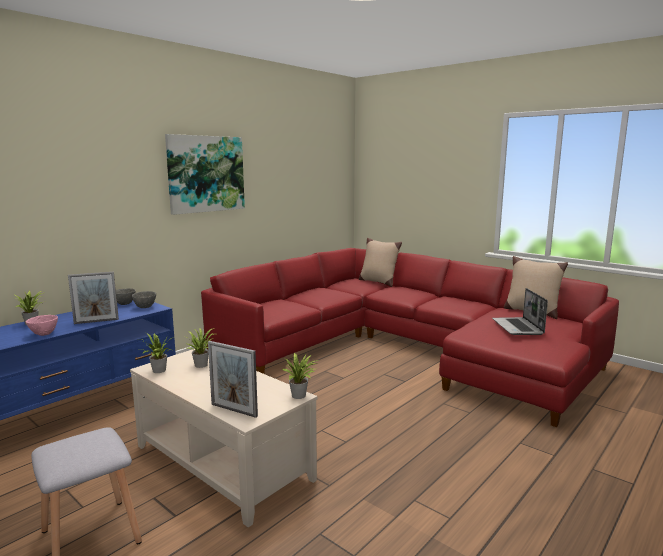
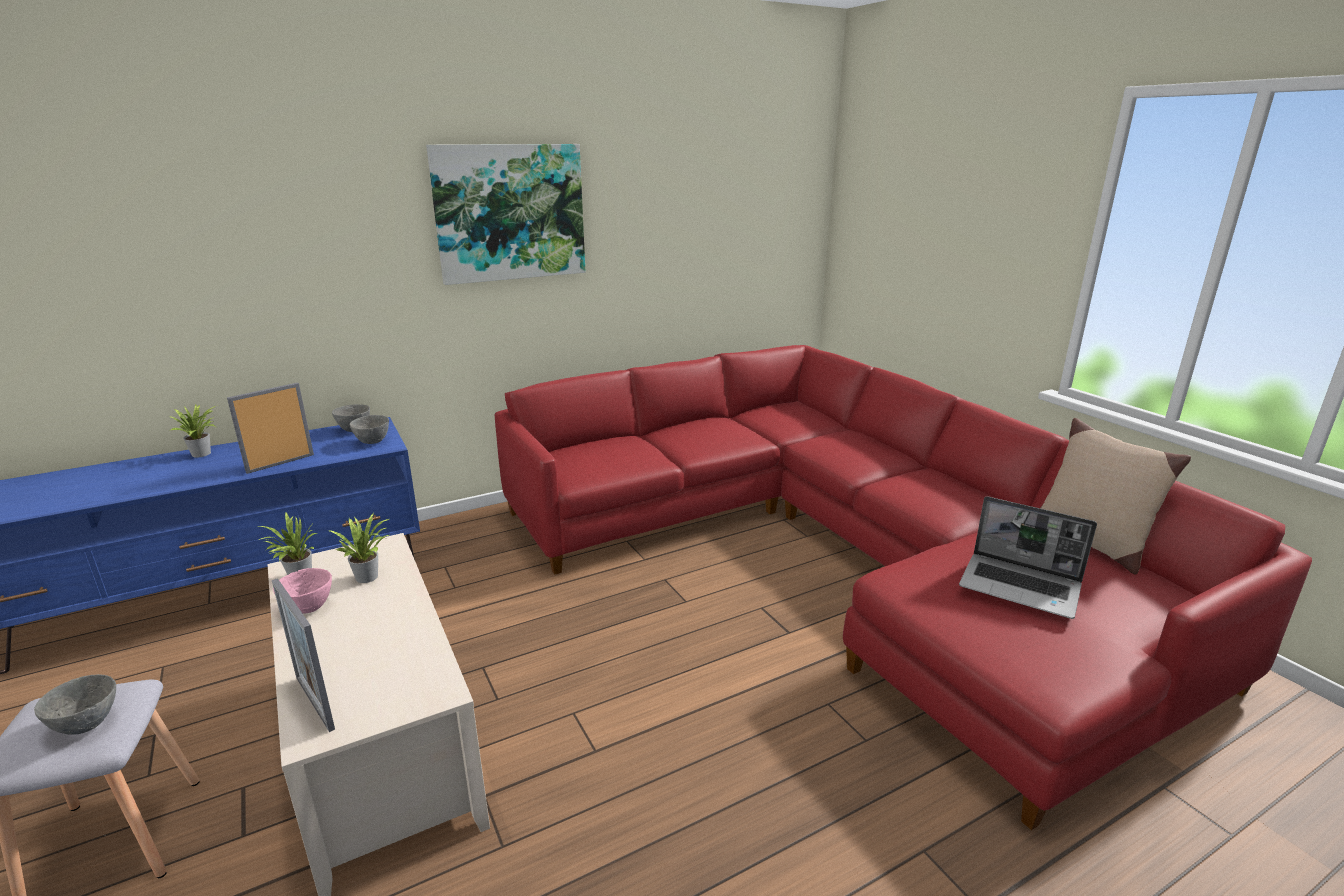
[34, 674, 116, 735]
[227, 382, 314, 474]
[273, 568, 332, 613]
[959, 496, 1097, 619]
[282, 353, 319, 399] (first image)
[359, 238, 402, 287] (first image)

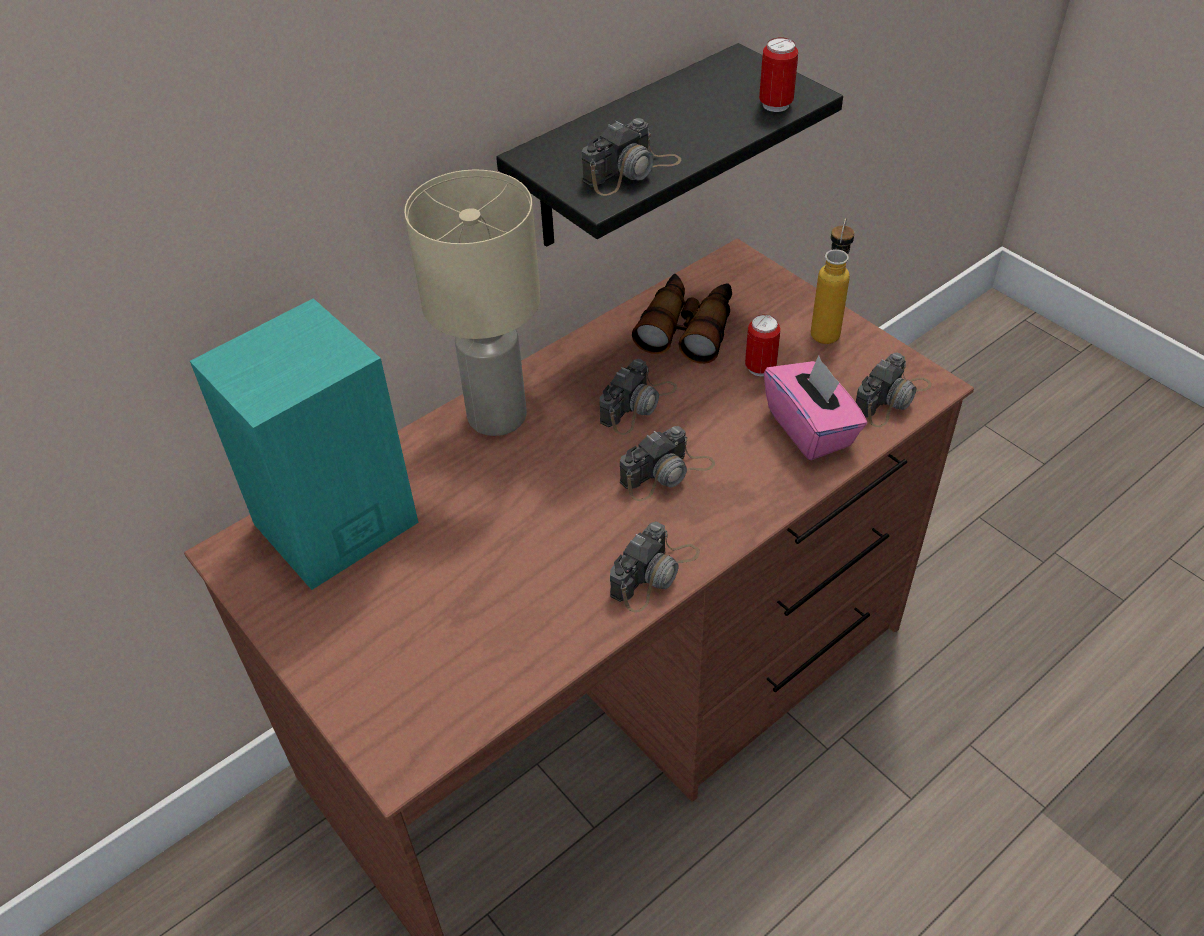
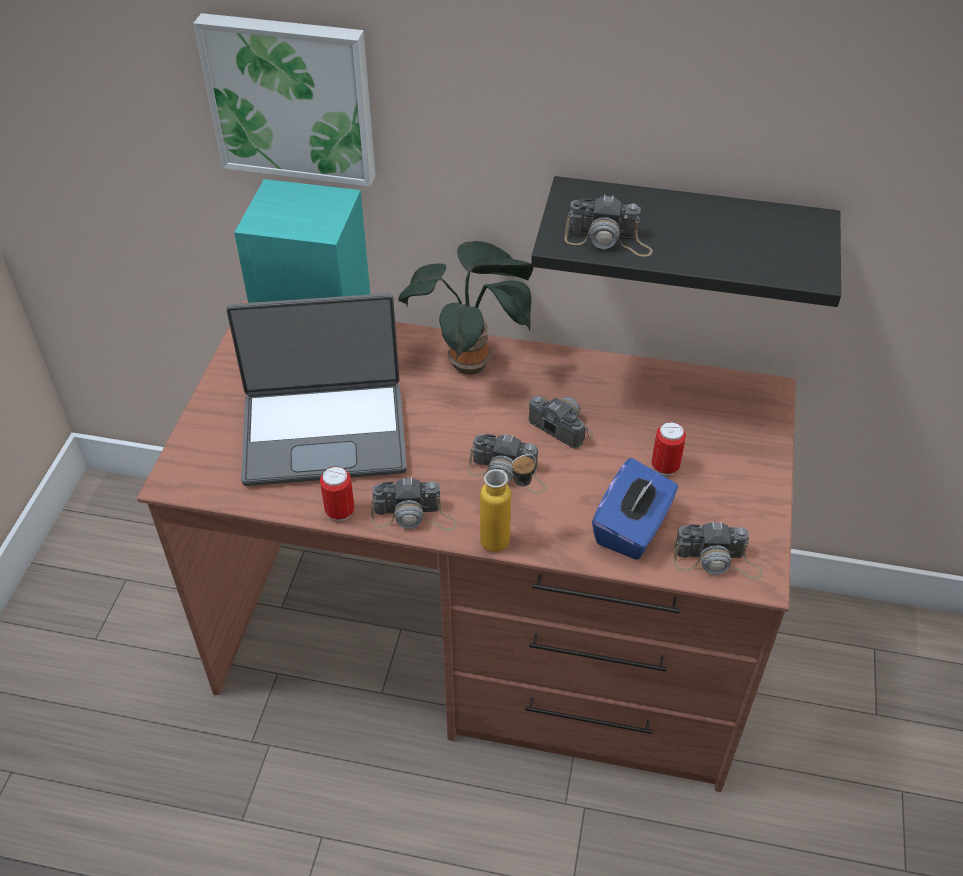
[193, 13, 375, 187]
[226, 293, 407, 486]
[320, 466, 355, 521]
[398, 241, 533, 375]
[480, 454, 536, 552]
[528, 396, 593, 449]
[592, 458, 678, 560]
[632, 274, 732, 364] (first image)

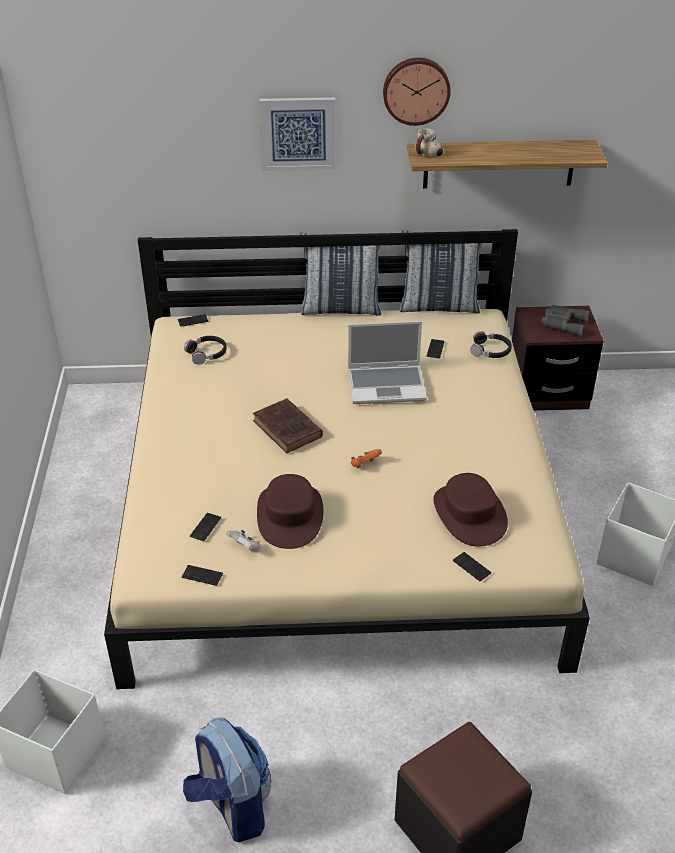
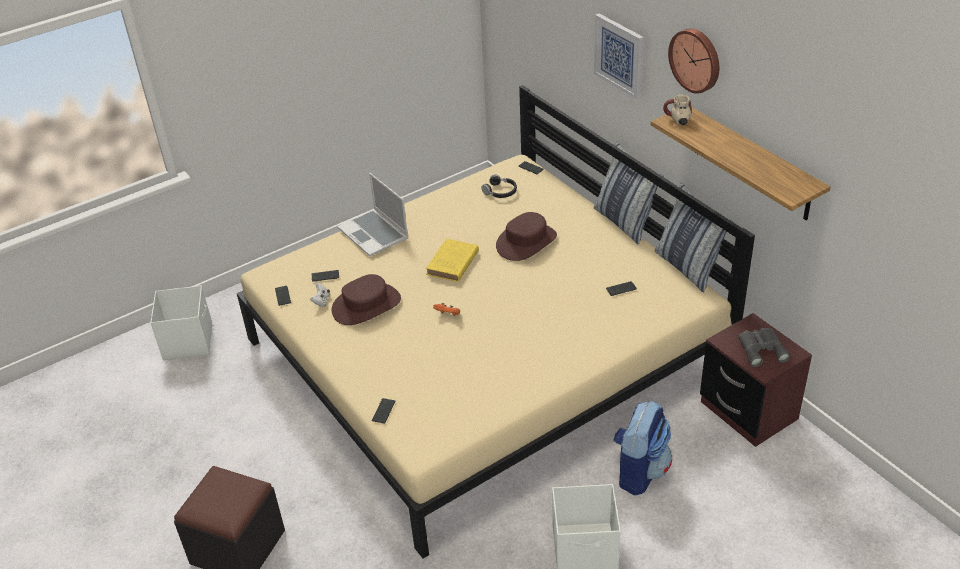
[337, 173, 409, 256]
[426, 239, 479, 282]
[496, 212, 557, 261]
[613, 400, 672, 495]
[470, 331, 512, 358] (first image)

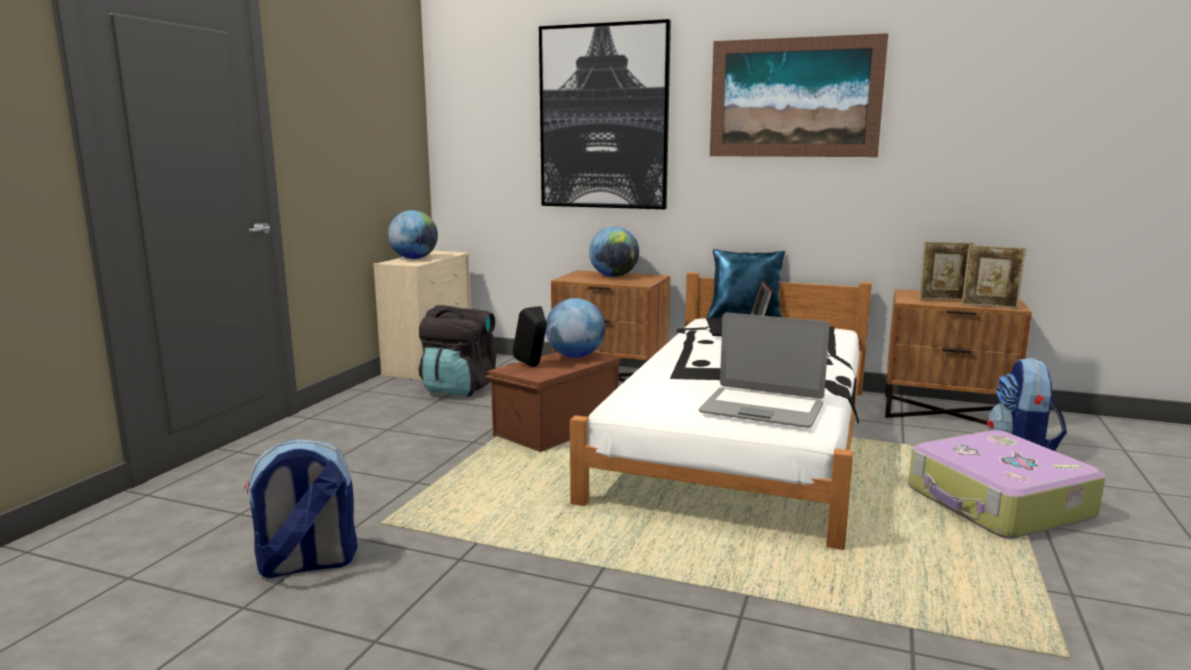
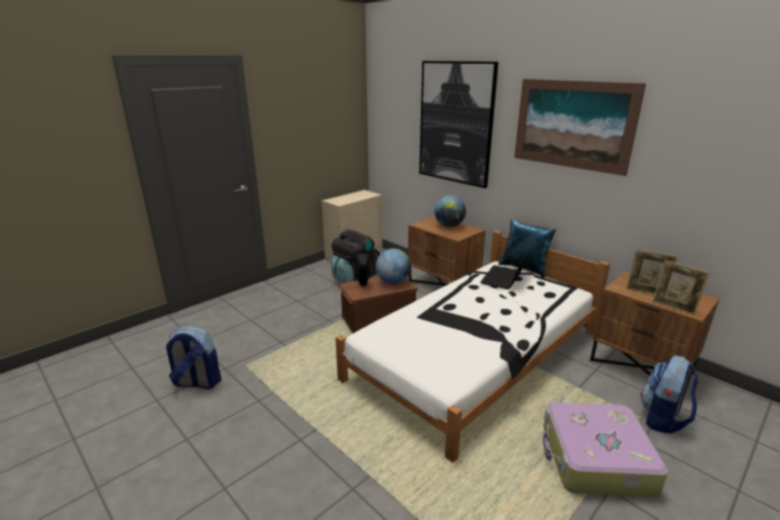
[388, 210, 438, 259] (first image)
[699, 313, 830, 428] (first image)

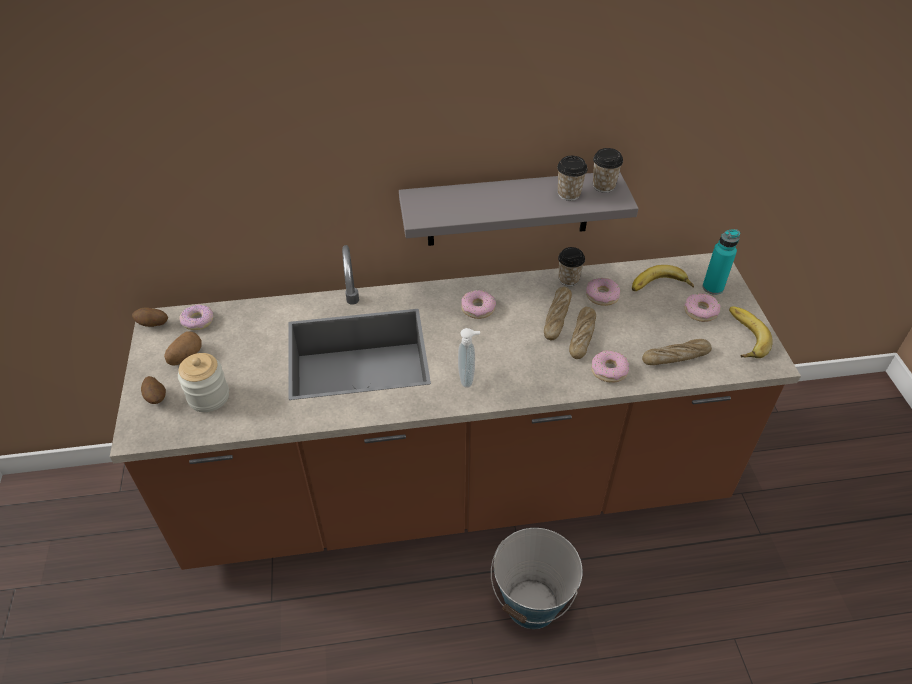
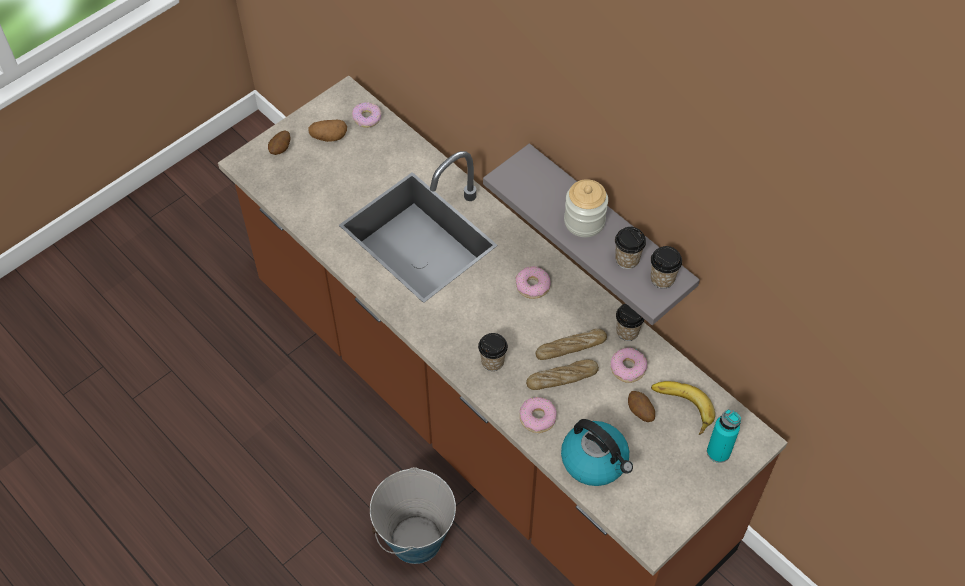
[478, 333, 508, 371]
[561, 419, 633, 486]
[564, 179, 608, 237]
[628, 391, 655, 422]
[458, 328, 480, 388] (first image)
[685, 293, 720, 322] (first image)
[729, 306, 773, 358] (first image)

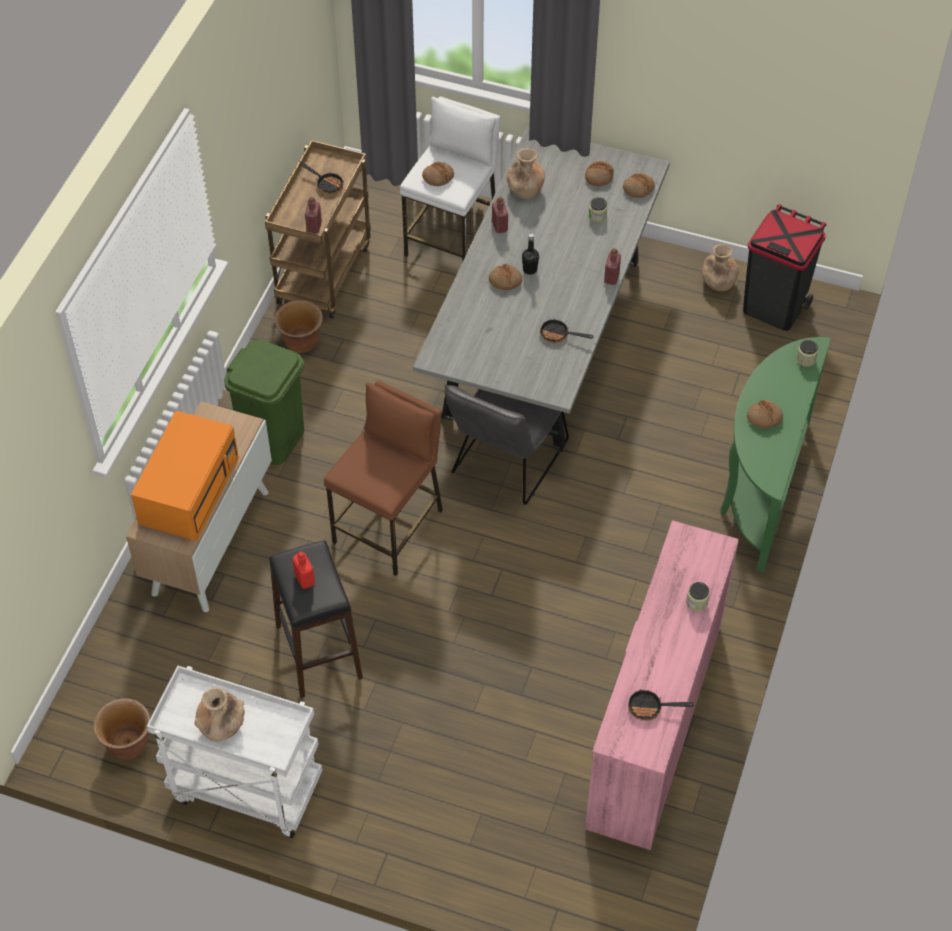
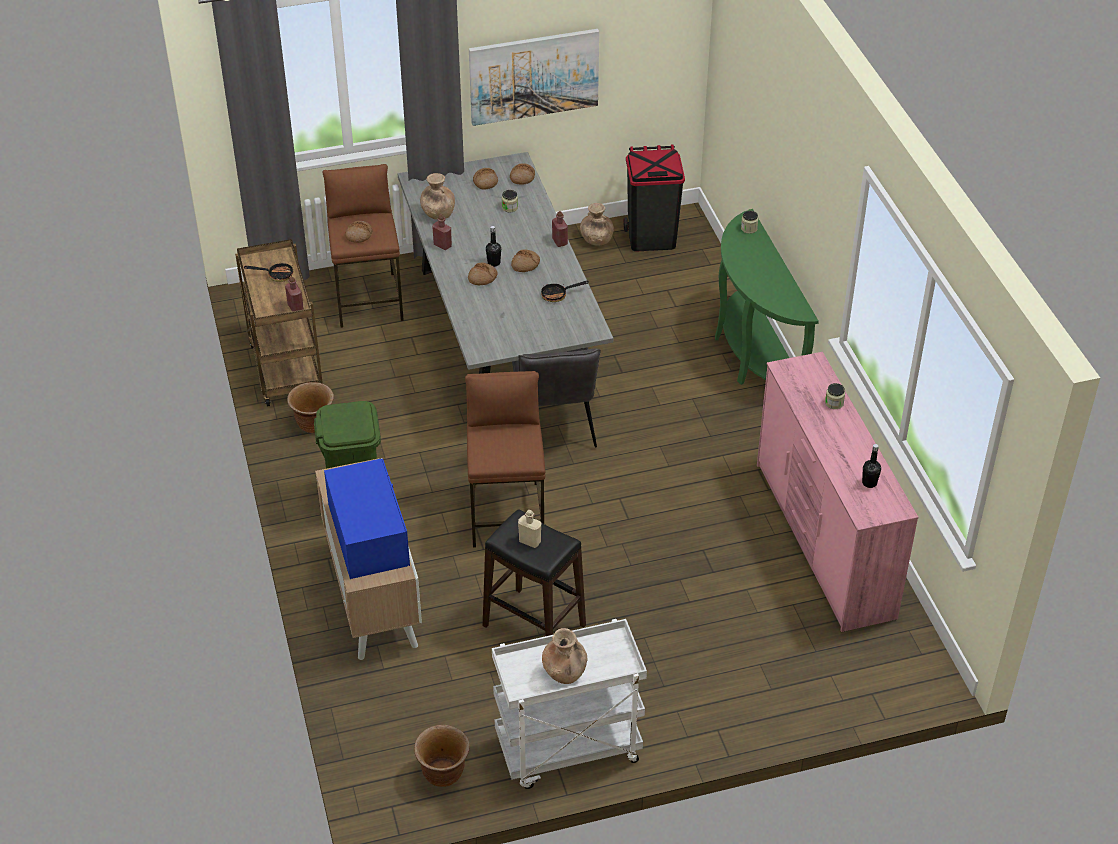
[323, 164, 404, 328]
[324, 459, 410, 579]
[469, 29, 599, 126]
[511, 249, 540, 272]
[518, 510, 541, 548]
[862, 444, 881, 488]

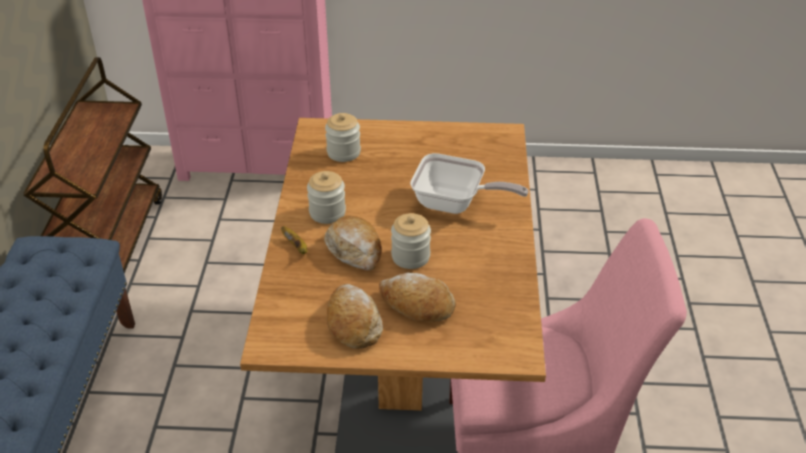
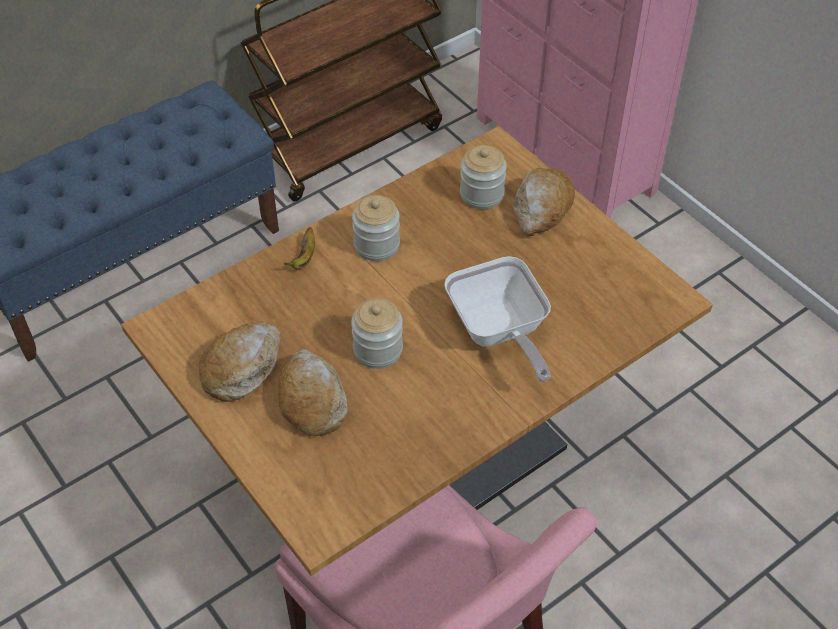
[513, 168, 575, 236]

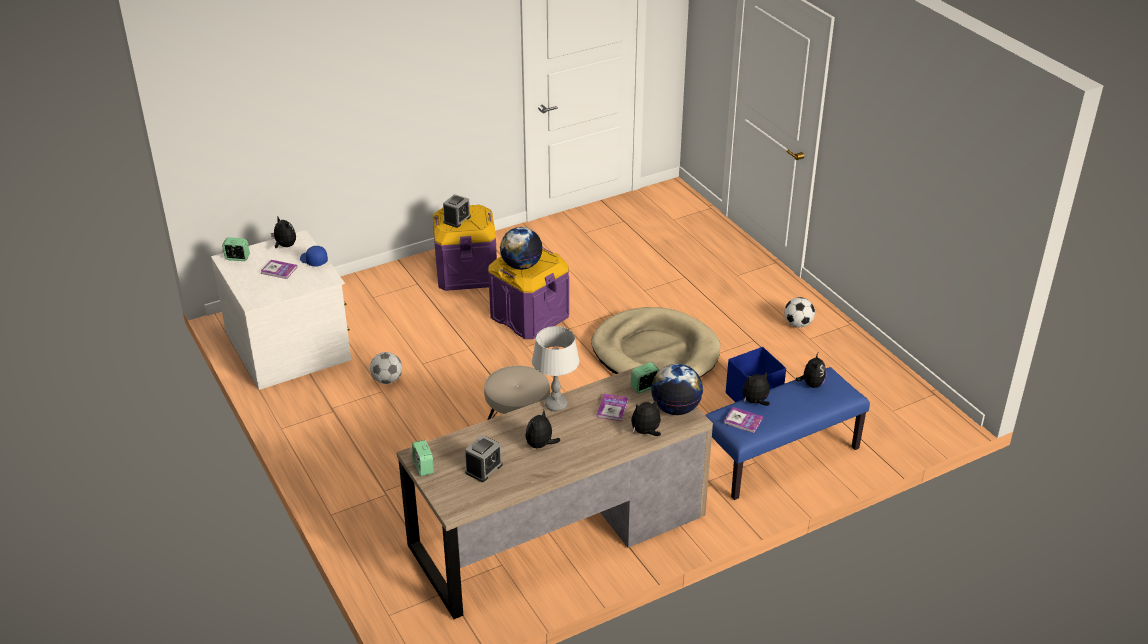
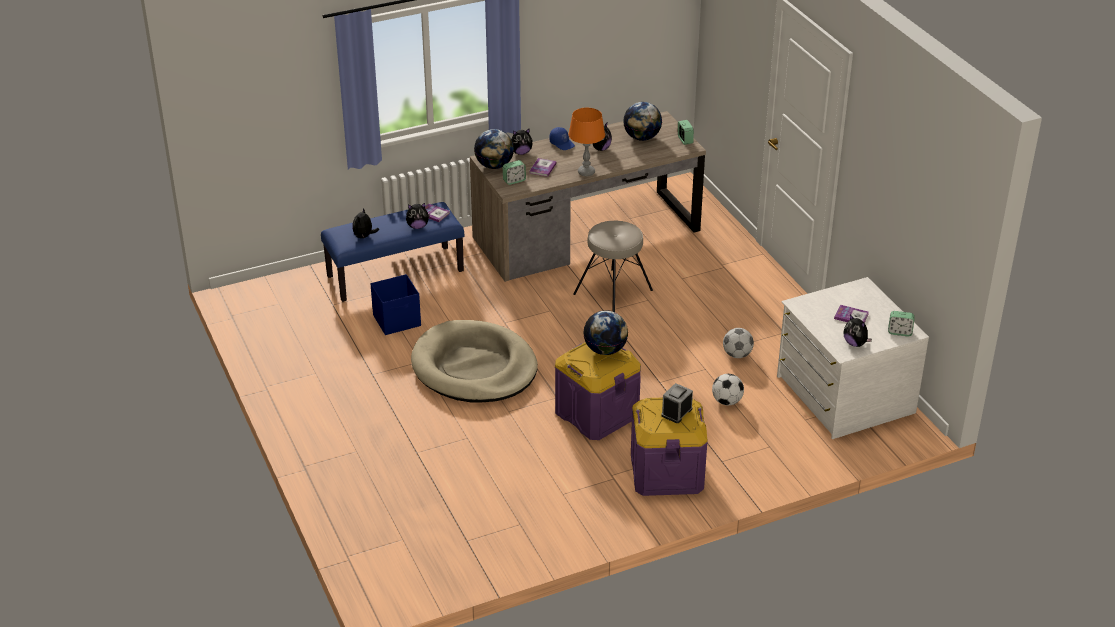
[550, 127, 575, 150]
[569, 108, 605, 176]
[623, 102, 662, 141]
[712, 374, 744, 405]

